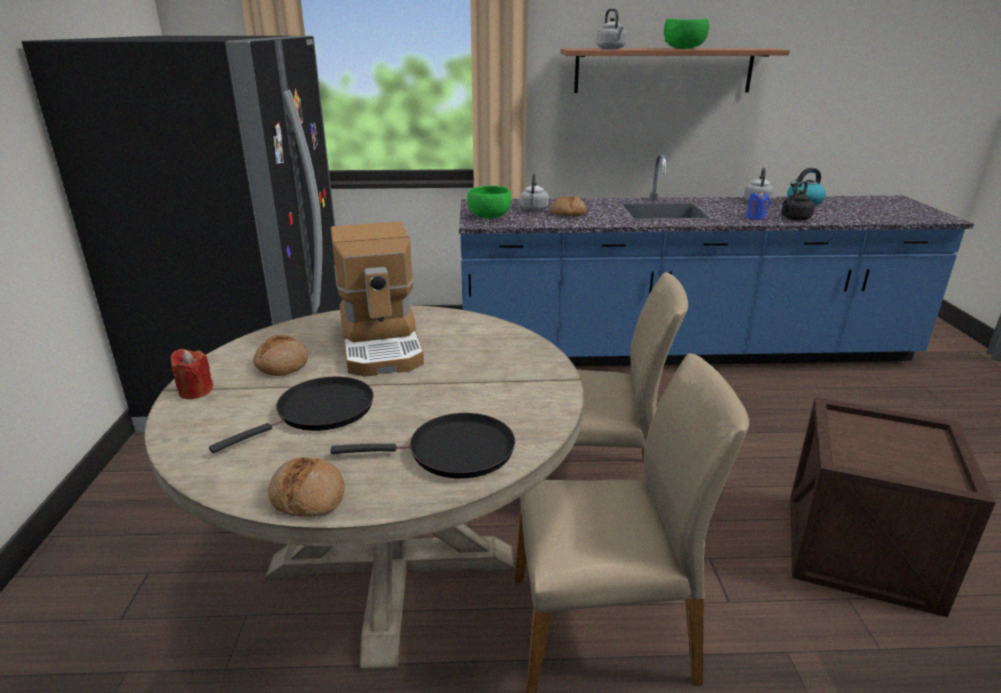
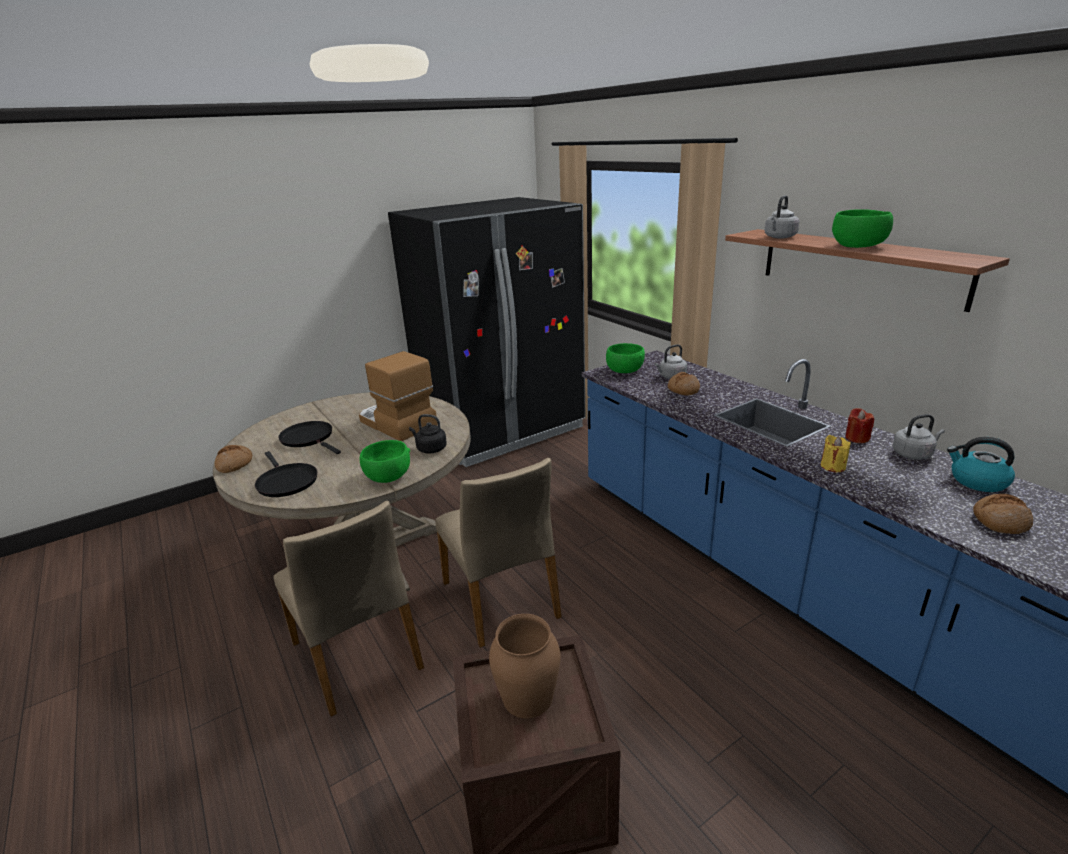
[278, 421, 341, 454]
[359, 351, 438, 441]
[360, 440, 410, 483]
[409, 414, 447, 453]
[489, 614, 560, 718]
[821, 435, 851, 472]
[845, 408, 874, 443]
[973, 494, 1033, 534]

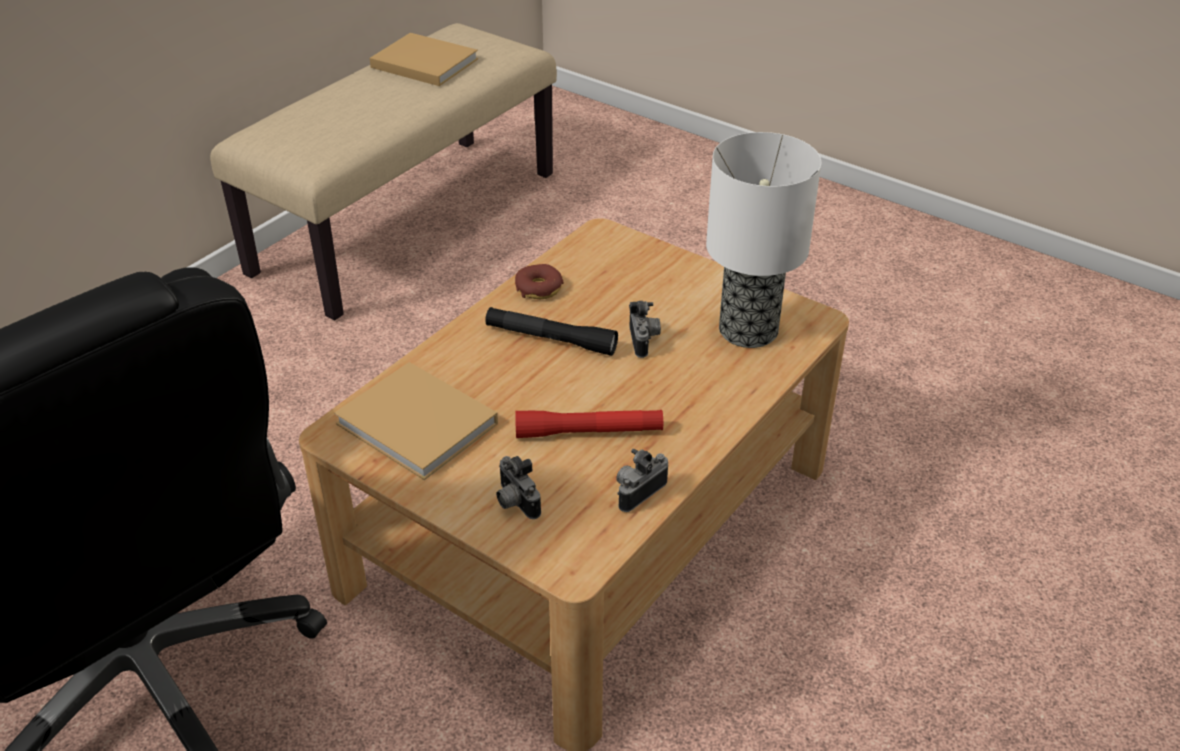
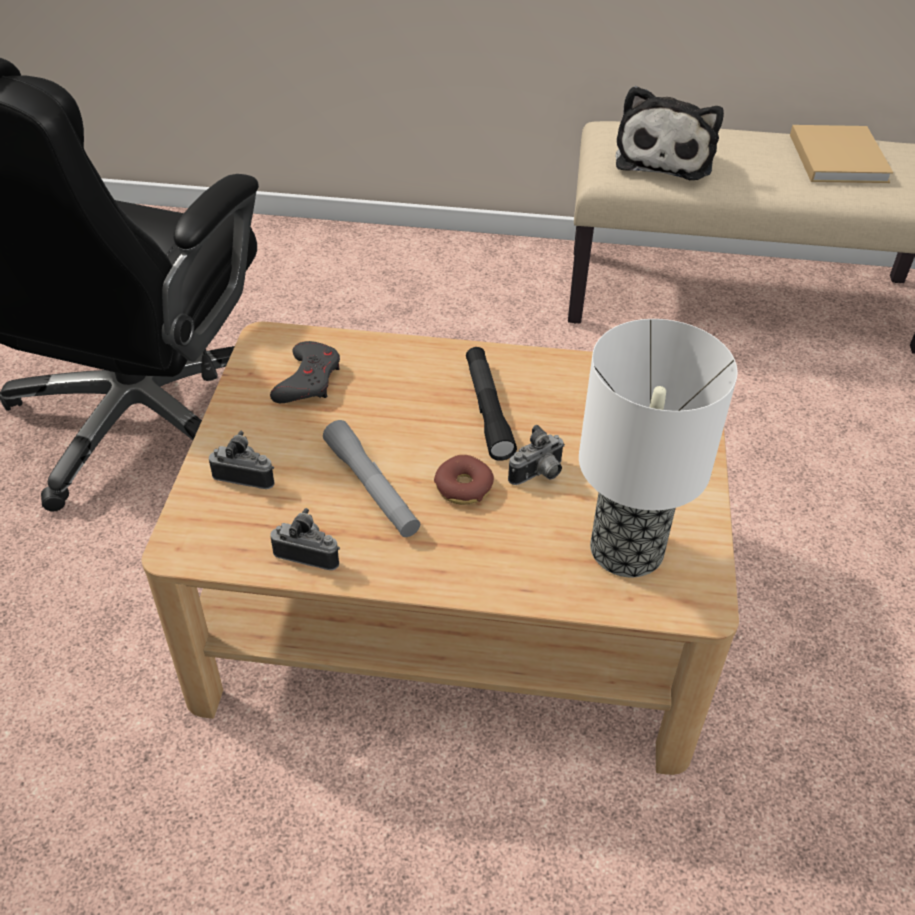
[209, 431, 274, 489]
[270, 341, 340, 403]
[323, 420, 420, 537]
[434, 455, 494, 505]
[616, 86, 724, 180]

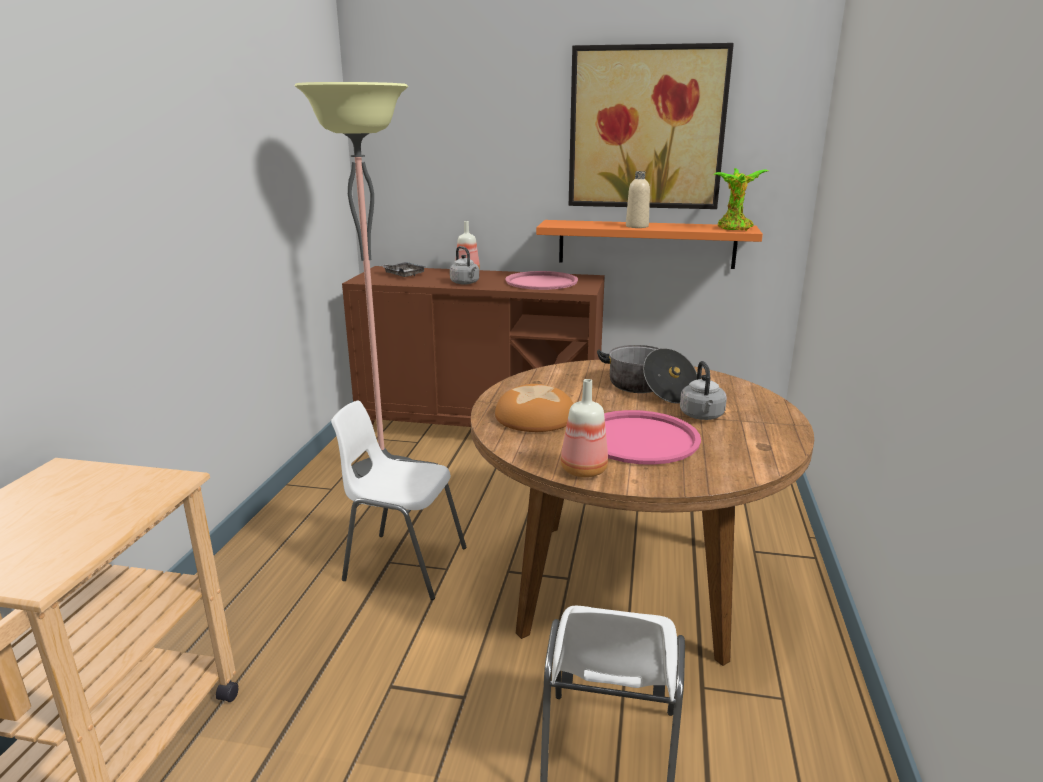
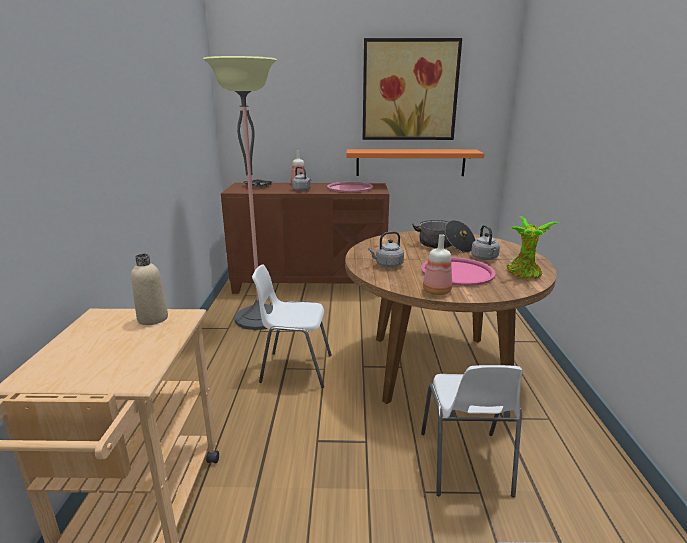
[131, 254, 168, 325]
[368, 231, 404, 268]
[507, 216, 559, 279]

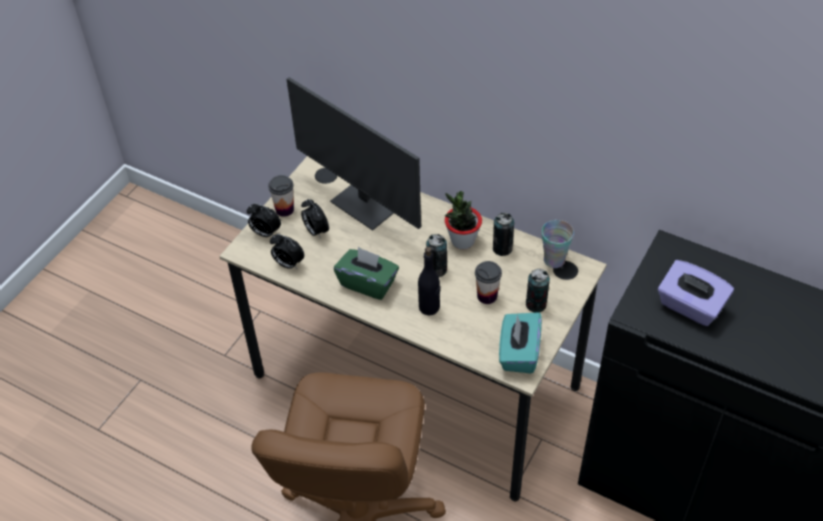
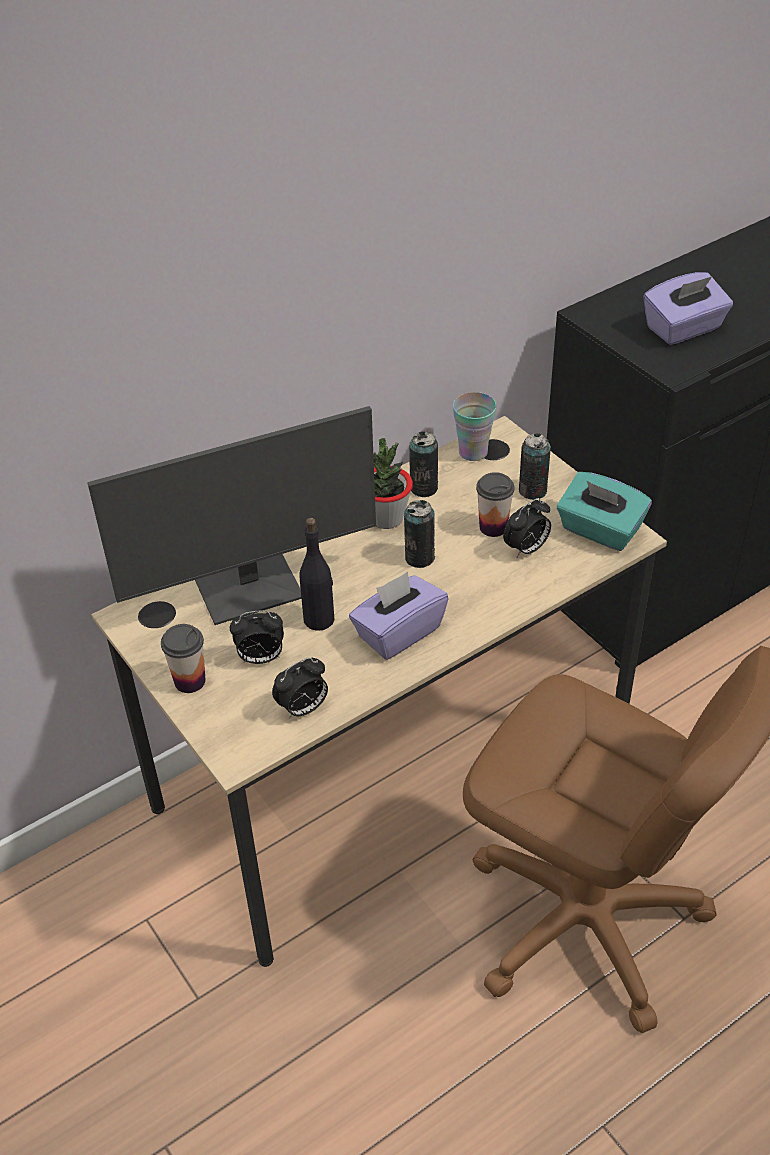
[300, 518, 335, 631]
[349, 572, 449, 660]
[503, 498, 551, 558]

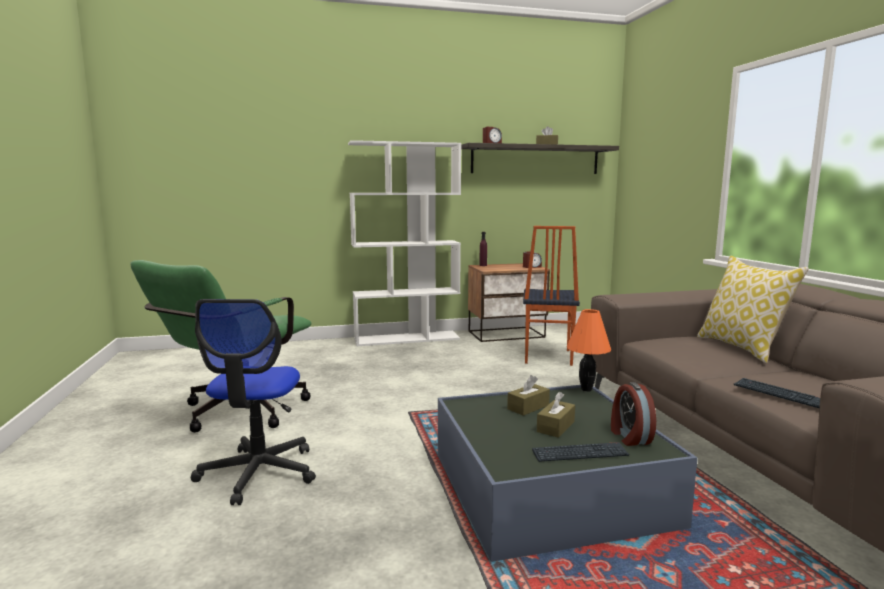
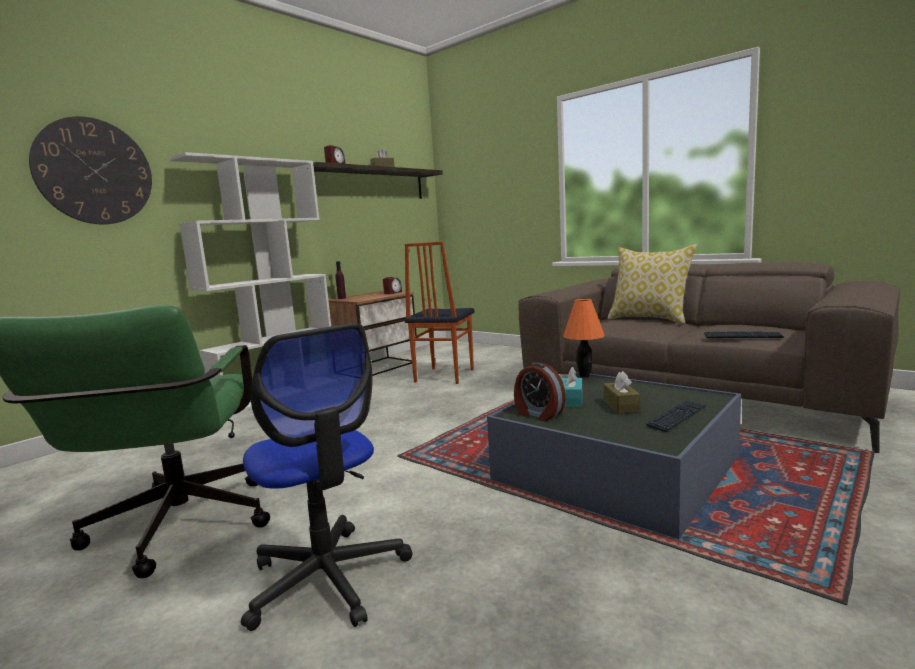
[29, 116, 152, 225]
[405, 241, 475, 384]
[514, 362, 566, 421]
[561, 367, 582, 407]

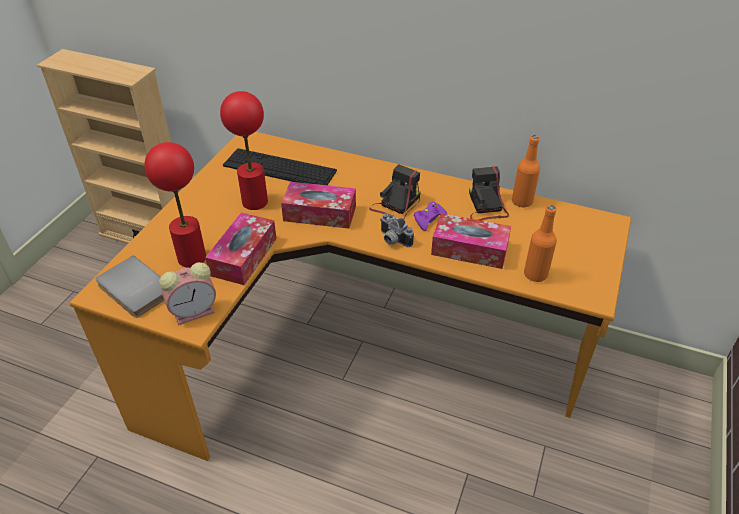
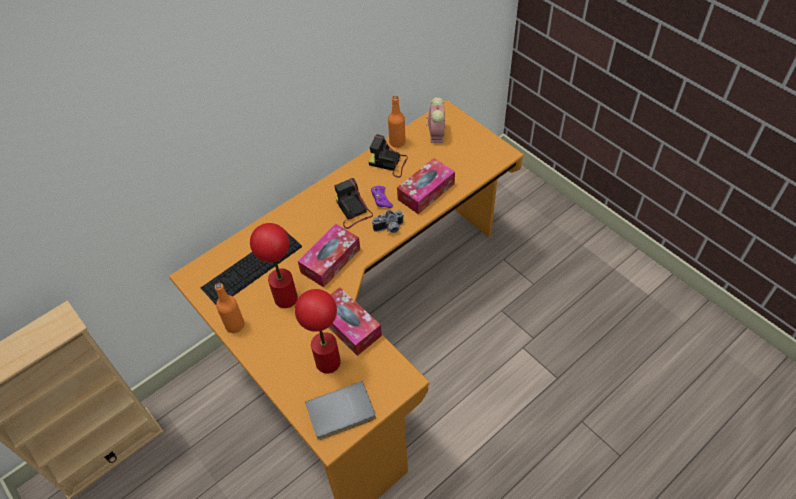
[215, 283, 245, 333]
[426, 97, 445, 143]

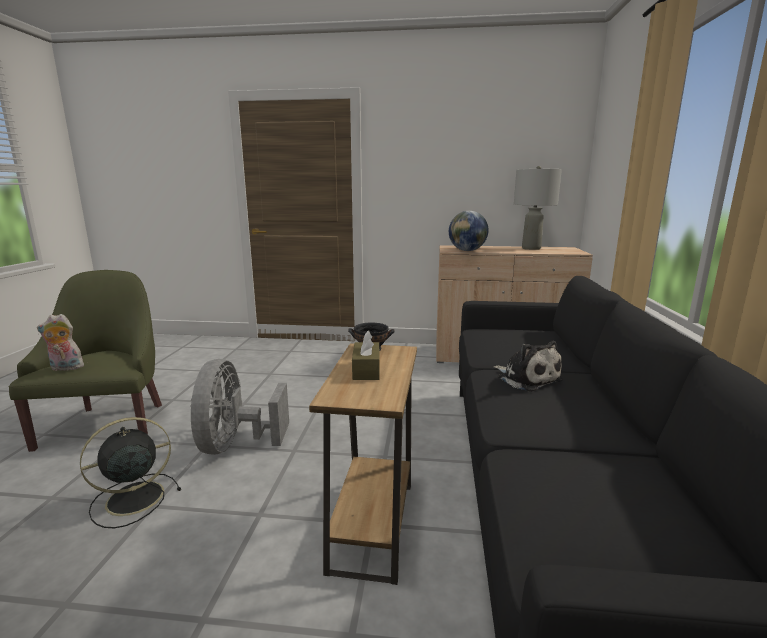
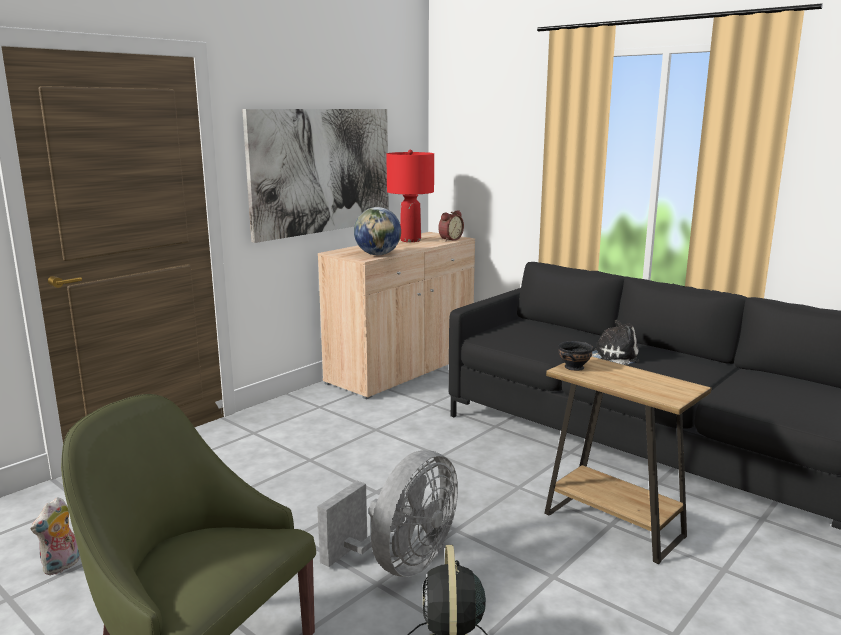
[30, 497, 80, 575]
[242, 109, 389, 243]
[317, 450, 458, 577]
[386, 150, 434, 242]
[438, 210, 464, 241]
[352, 331, 379, 380] (first image)

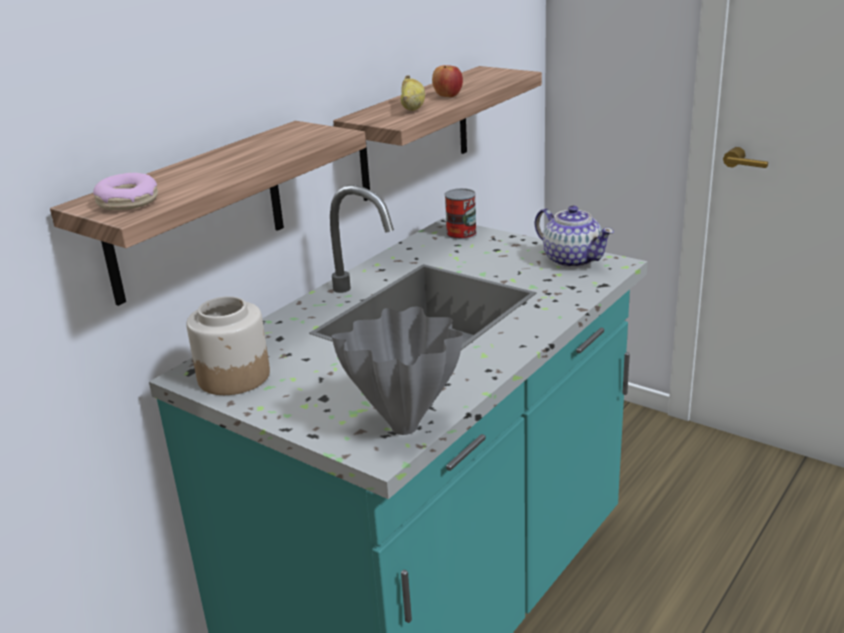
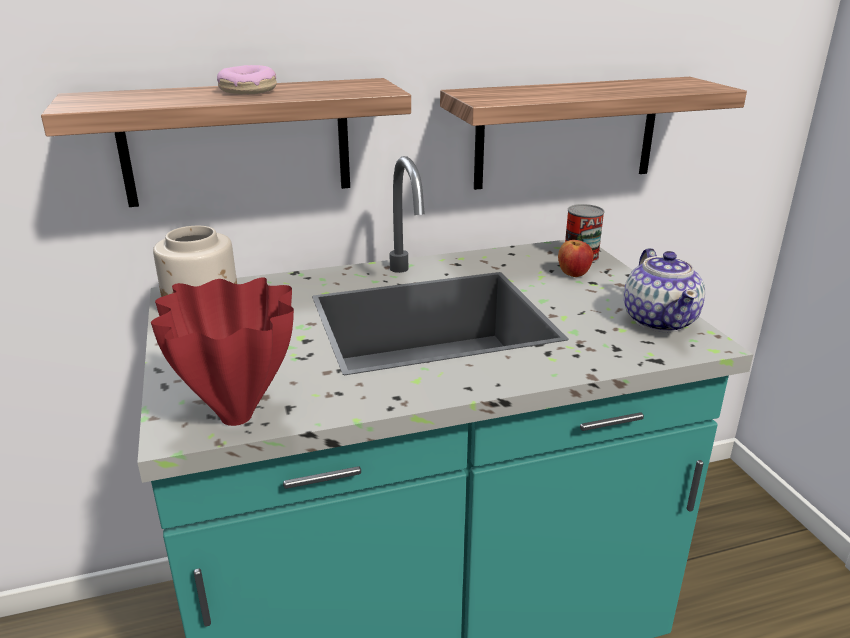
[151, 278, 294, 426]
[217, 65, 277, 94]
[558, 240, 593, 277]
[401, 75, 425, 111] (first image)

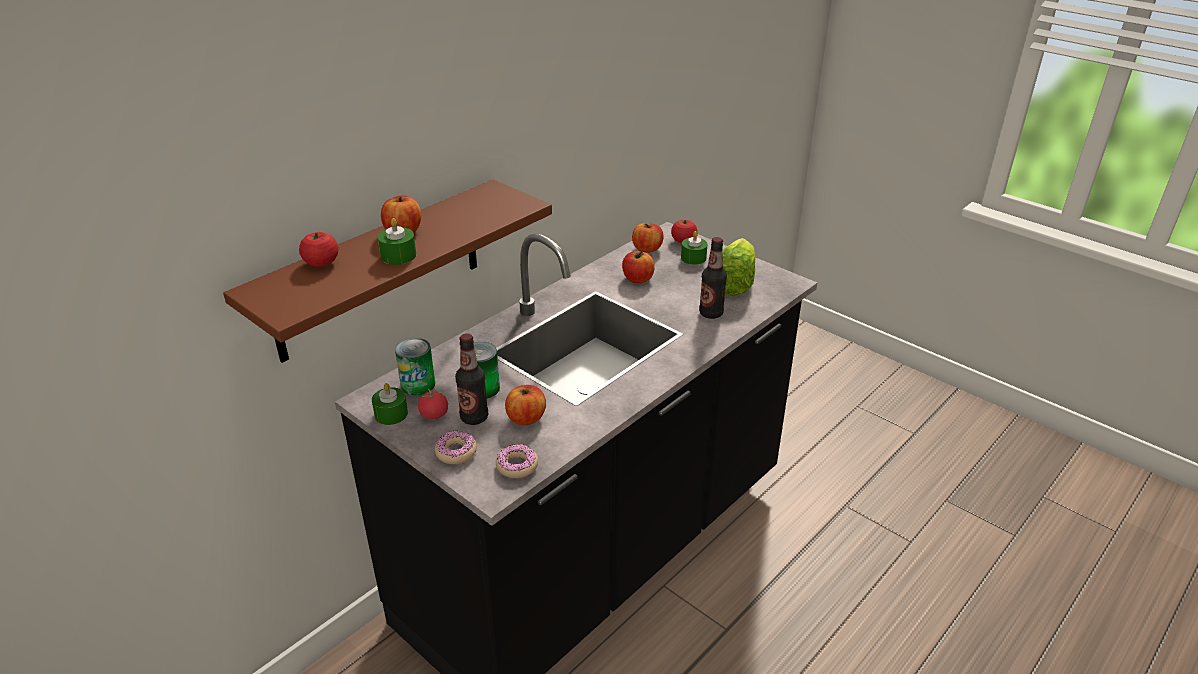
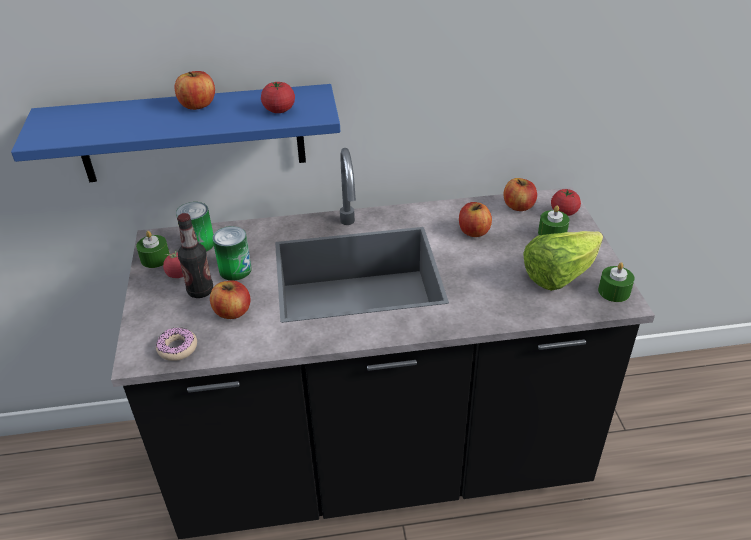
[11, 84, 340, 182]
[261, 82, 295, 113]
[598, 262, 635, 302]
[435, 430, 477, 464] (first image)
[699, 237, 727, 319] (first image)

